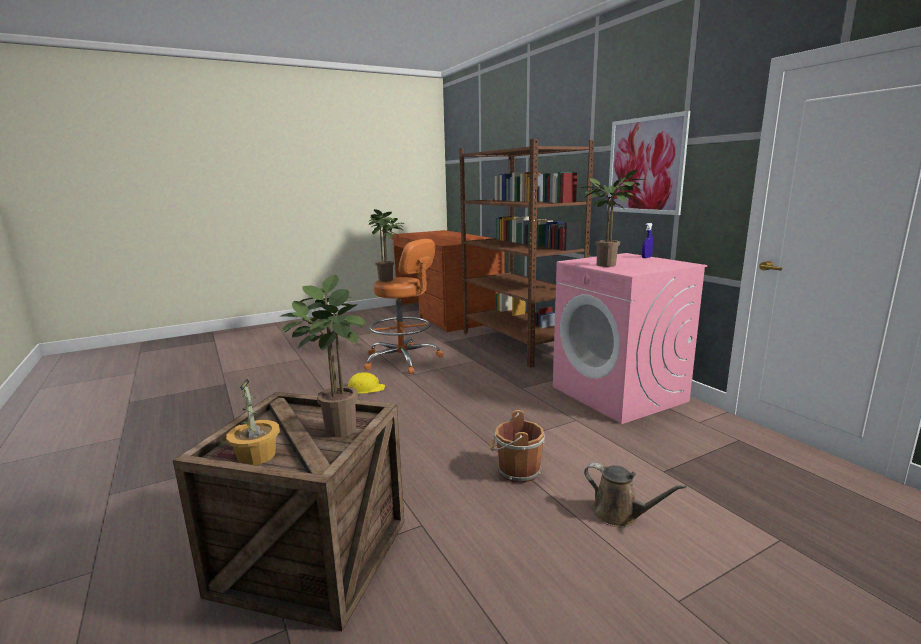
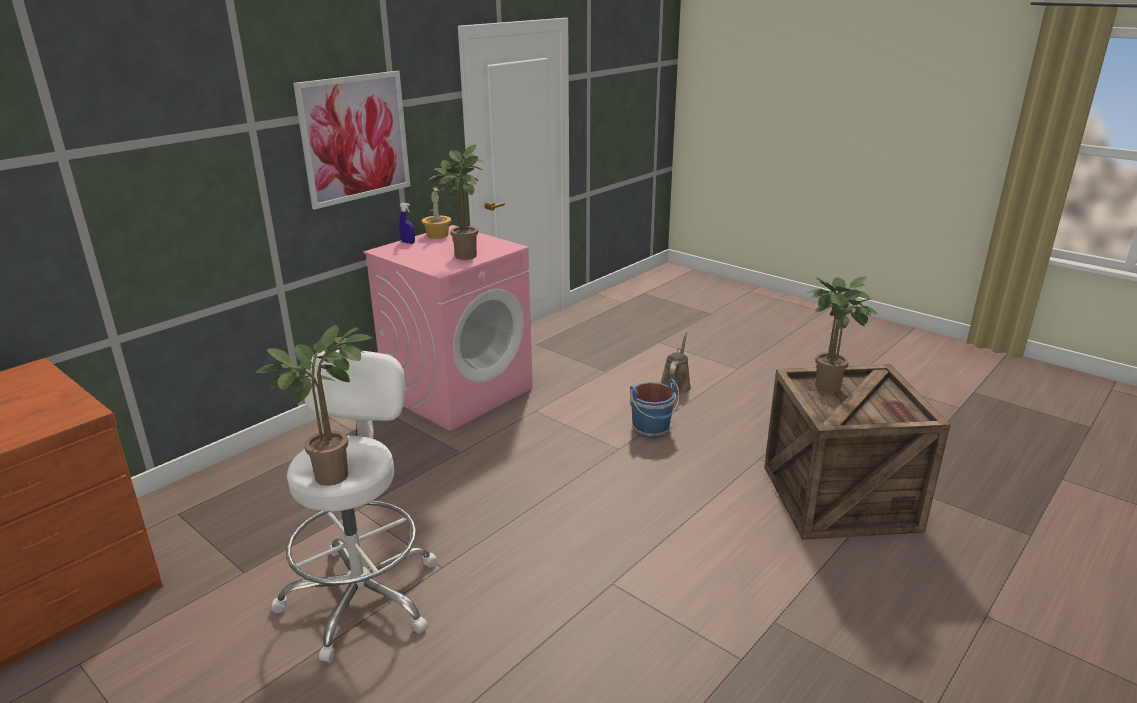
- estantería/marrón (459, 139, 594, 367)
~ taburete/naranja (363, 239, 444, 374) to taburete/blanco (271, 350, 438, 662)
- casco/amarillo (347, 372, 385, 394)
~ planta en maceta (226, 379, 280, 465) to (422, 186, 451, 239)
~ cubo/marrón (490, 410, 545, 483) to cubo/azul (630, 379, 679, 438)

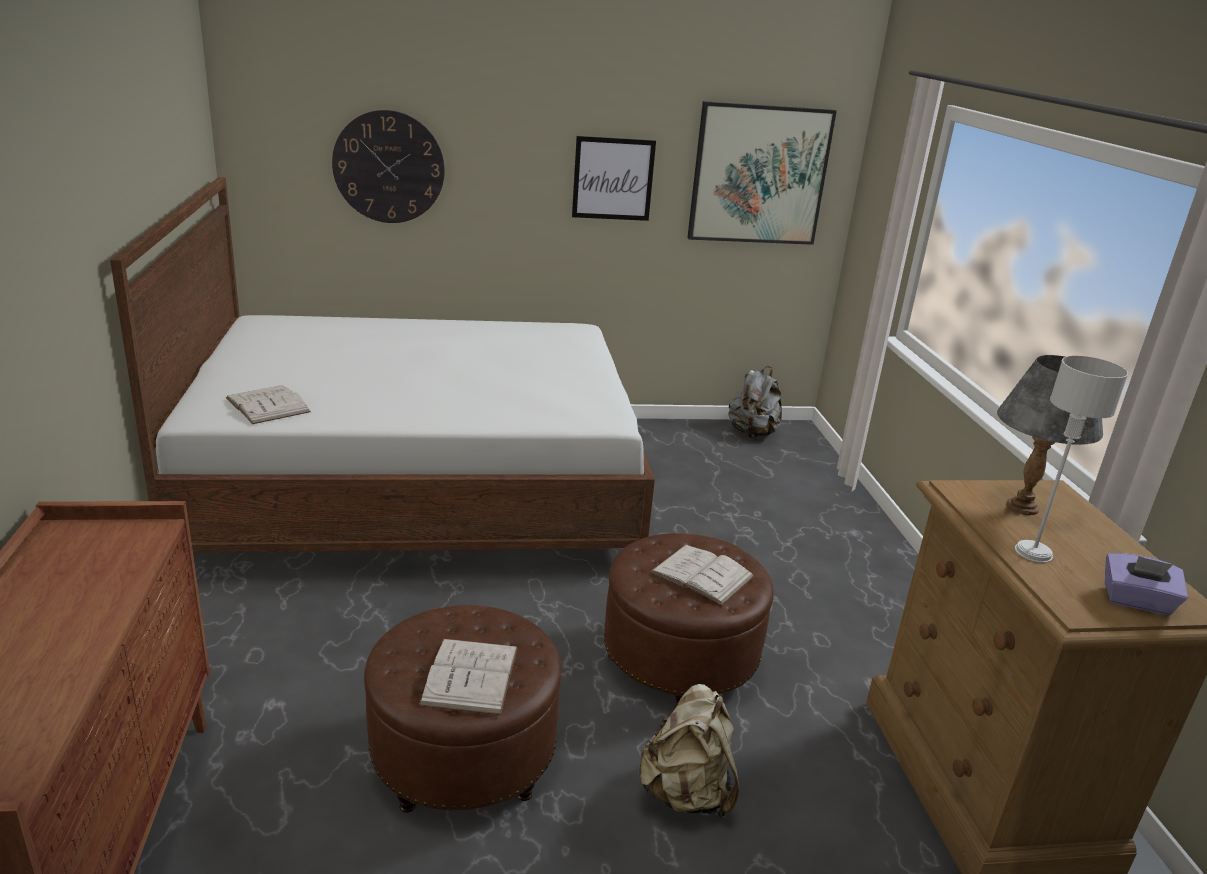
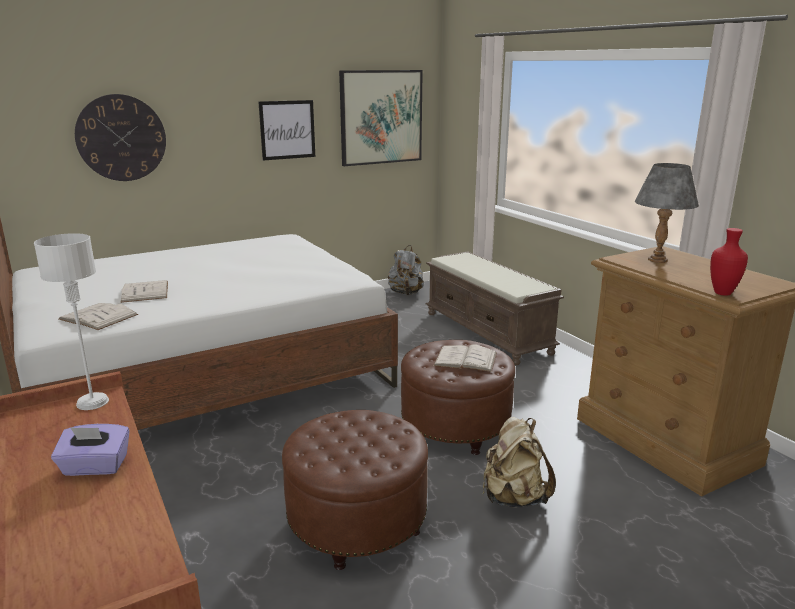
~ lámpara de mesa/gris (1015, 356, 1128, 563) to (34, 233, 109, 410)
~ caja de pañuelos/morado (1105, 553, 1188, 615) to (51, 424, 129, 476)
~ libro/blanco (419, 639, 518, 715) to (120, 280, 168, 303)
+ florero/rojo (710, 228, 748, 296)
+ banco/marrón (426, 252, 564, 365)

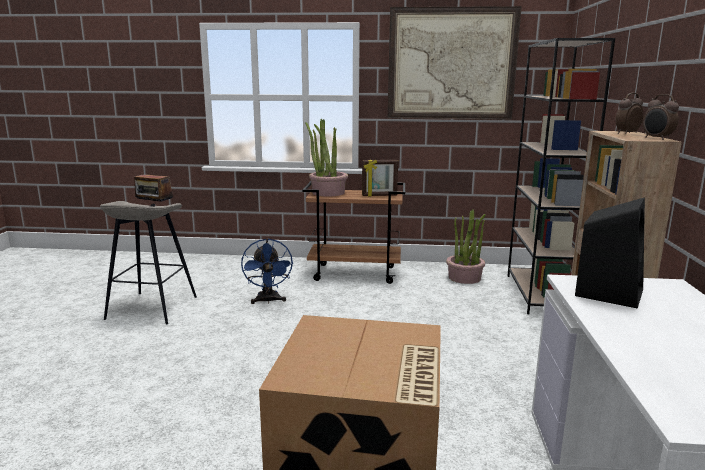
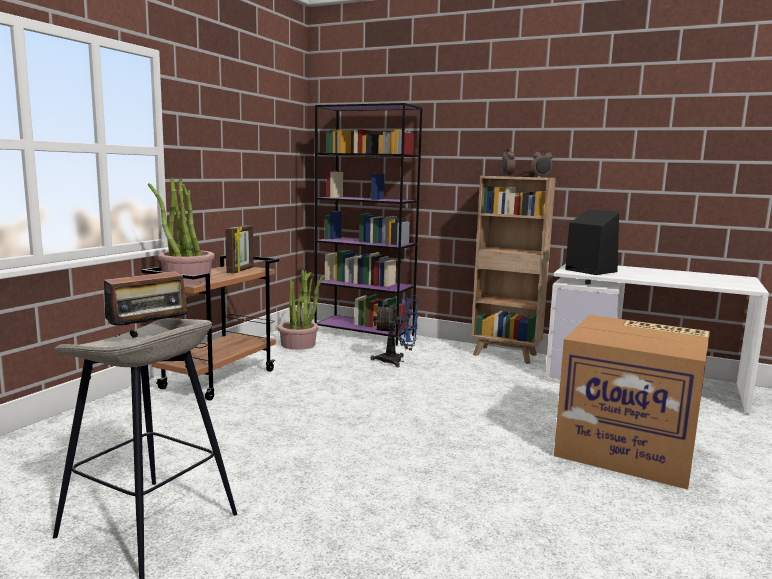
- cuadro (388, 6, 522, 120)
~ estantería/beis (507, 38, 615, 314) to estantería/morado (314, 103, 423, 346)
~ ventilador/azul (241, 238, 293, 304) to (370, 294, 418, 367)

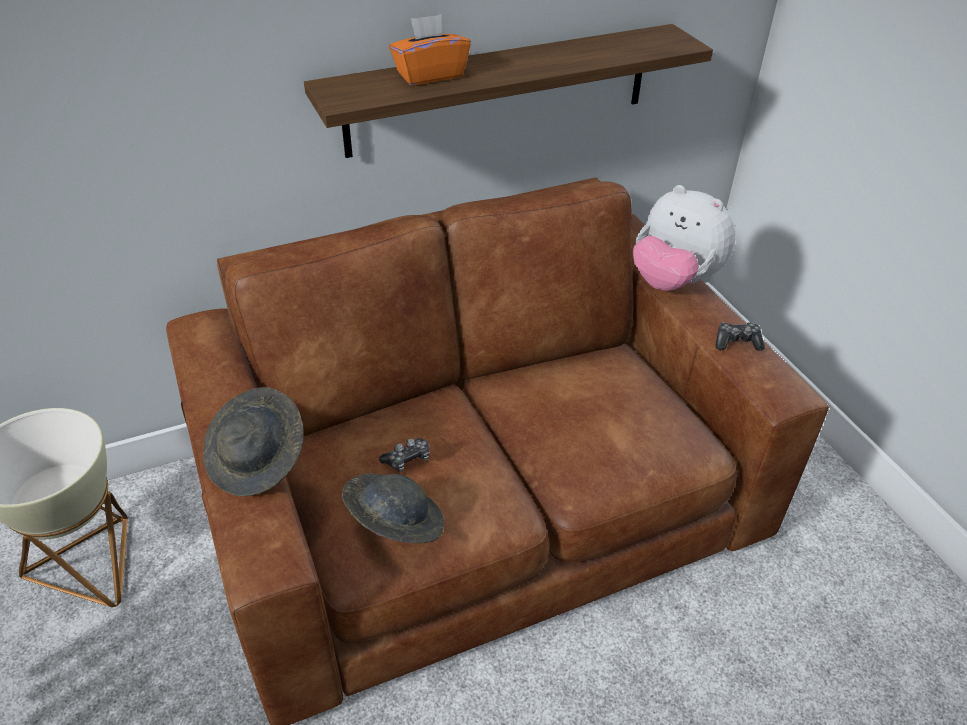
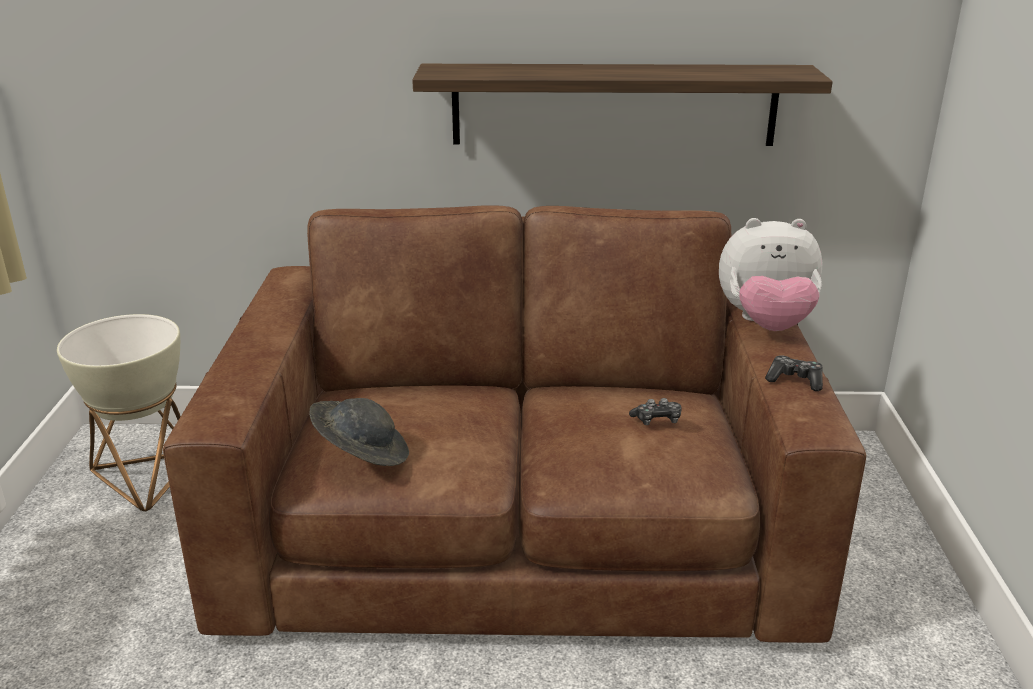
- caja de pañuelos/naranja (389, 14, 471, 85)
~ peluche (633, 185, 736, 291) = (719, 218, 823, 331) 60 degrees counterclockwise
- sombrero/gris (203, 387, 304, 496)
~ mando de consola (379, 438, 429, 472) to (629, 398, 682, 425)

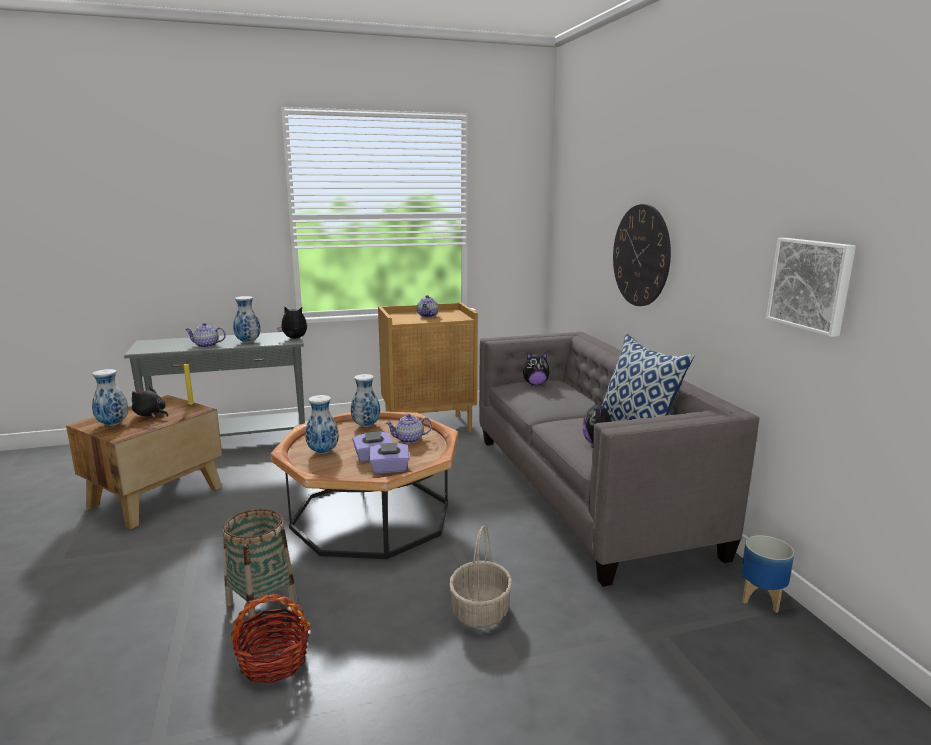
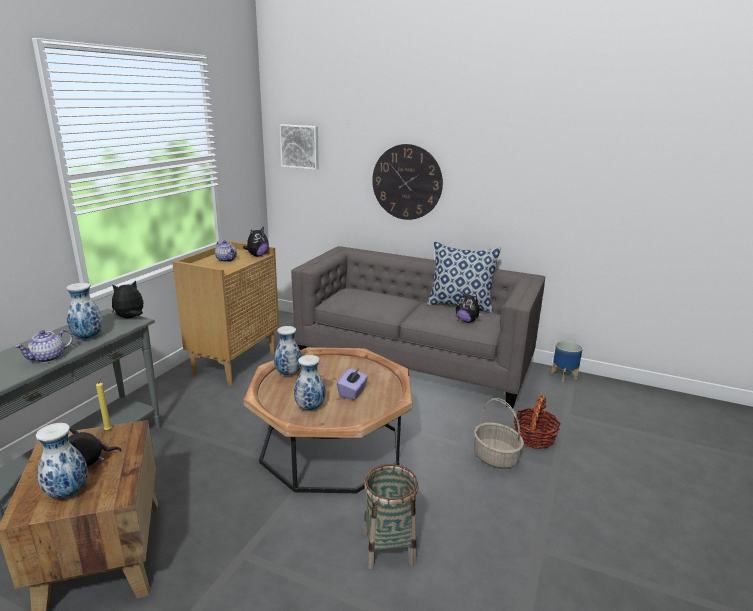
~ cuadro (766, 238, 856, 337) to (280, 124, 319, 170)
~ peluche (523, 352, 550, 385) to (243, 227, 269, 257)
- tetera (386, 414, 432, 443)
- caja de pañuelos/morado (369, 443, 409, 473)
~ cesta (231, 594, 311, 684) to (514, 395, 561, 449)

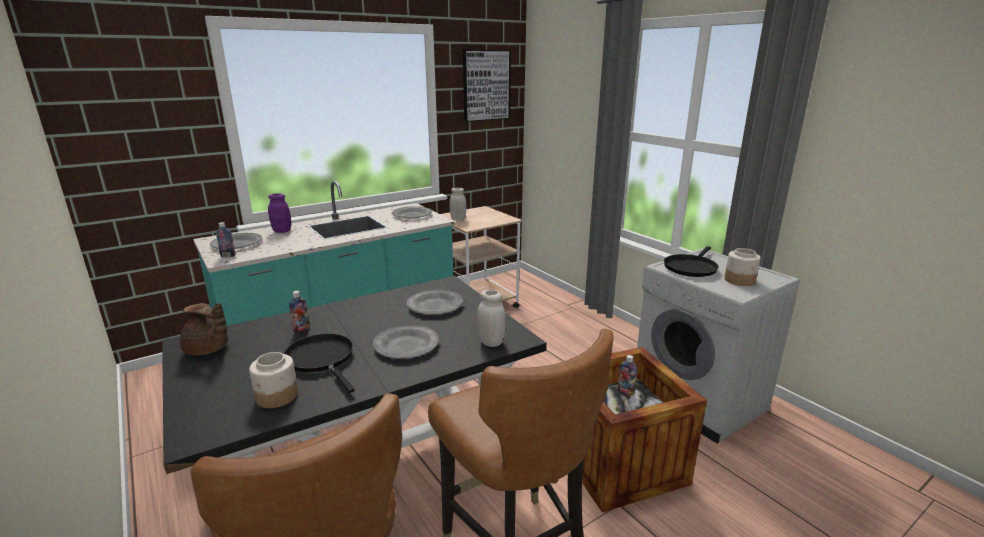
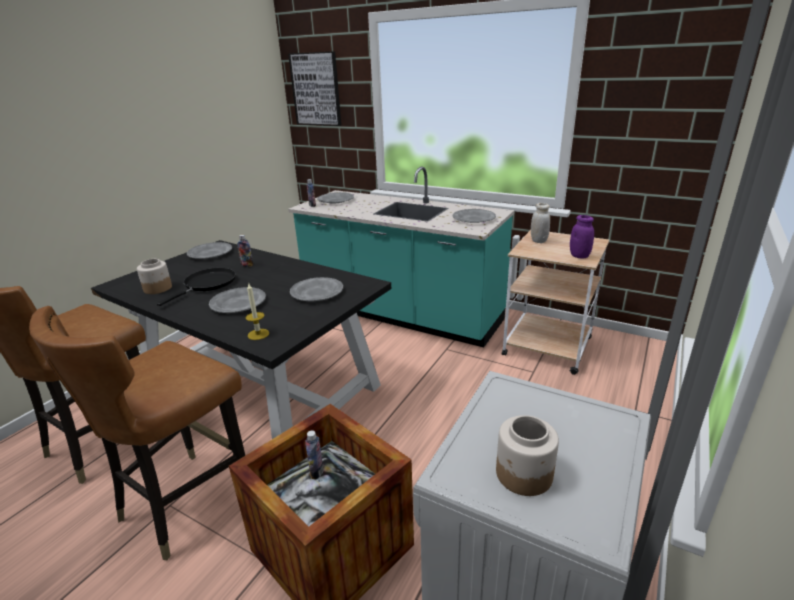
~ cuadro (463, 50, 511, 122) to (288, 51, 341, 126)
~ tarro/morado (268, 194, 291, 233) to (570, 215, 594, 258)
- sartén/negro (664, 246, 719, 277)
~ tarro/blanco (477, 290, 506, 347) to vela (246, 284, 269, 340)
~ tetera/marrón (180, 303, 228, 355) to plato/gris (187, 242, 232, 259)

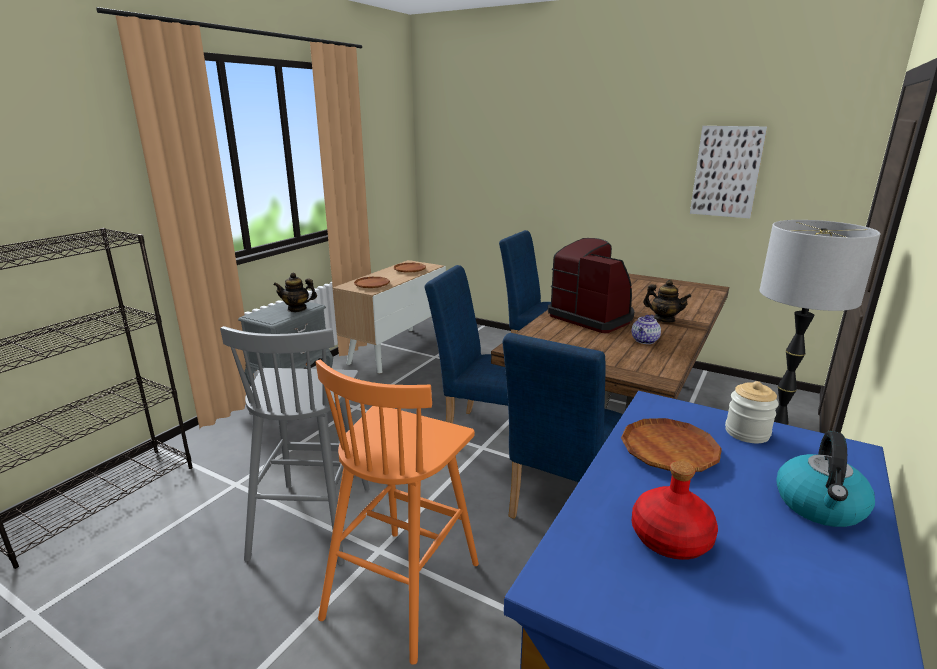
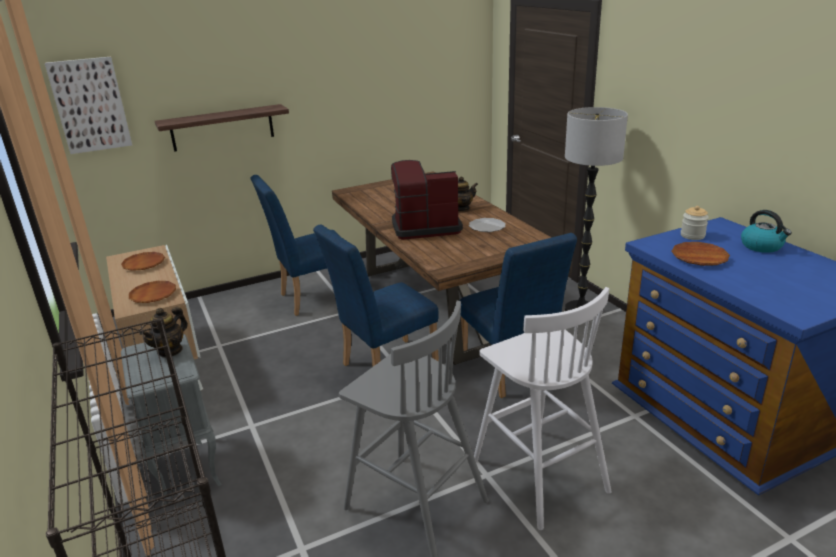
~ cuadro (690, 126, 767, 218) to (45, 57, 132, 154)
~ tetera (632, 315, 661, 344) to plato (469, 218, 506, 232)
~ taburete/naranja (316, 360, 479, 665) to taburete/blanco (474, 287, 612, 530)
- botella/rojo (632, 461, 718, 560)
+ estante (155, 104, 289, 152)

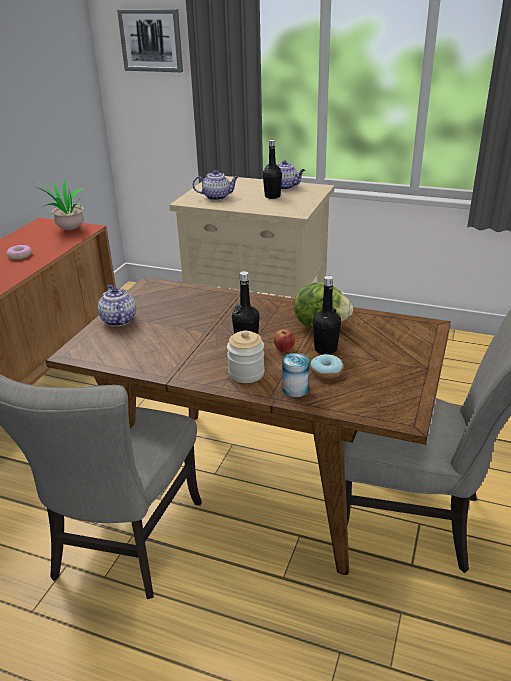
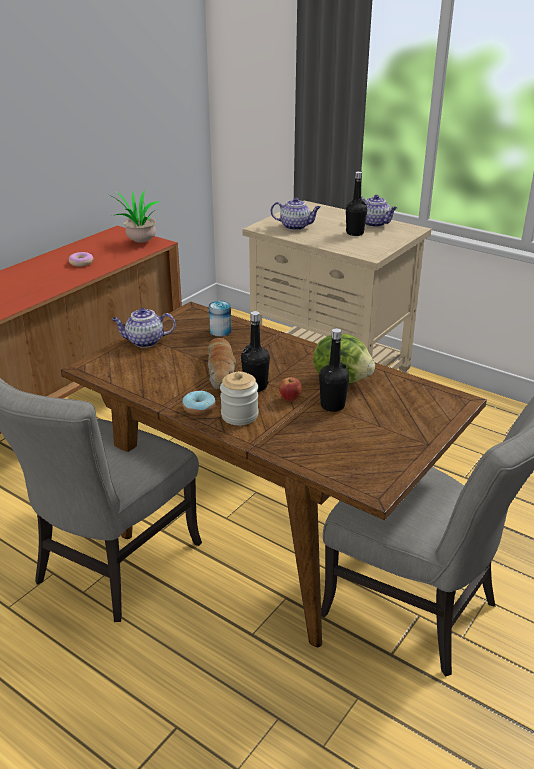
- cuadro (117, 9, 183, 72)
~ tetera (98, 284, 136, 326) = (112, 308, 176, 348) 90 degrees counterclockwise
~ lata (282, 353, 309, 397) to (209, 301, 231, 337)
~ rosquilla (310, 354, 343, 379) to (182, 391, 216, 415)
+ pan (208, 338, 236, 389)

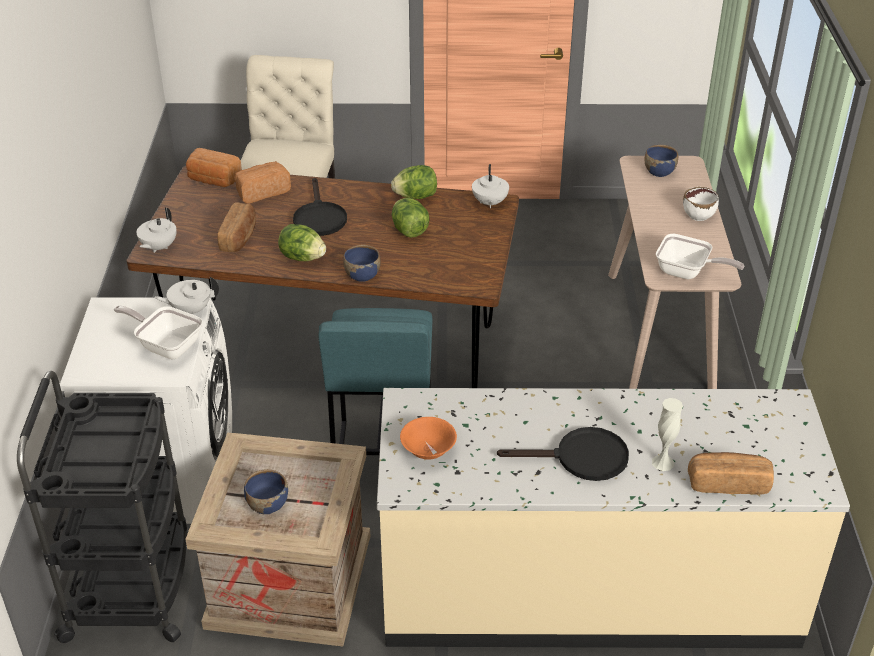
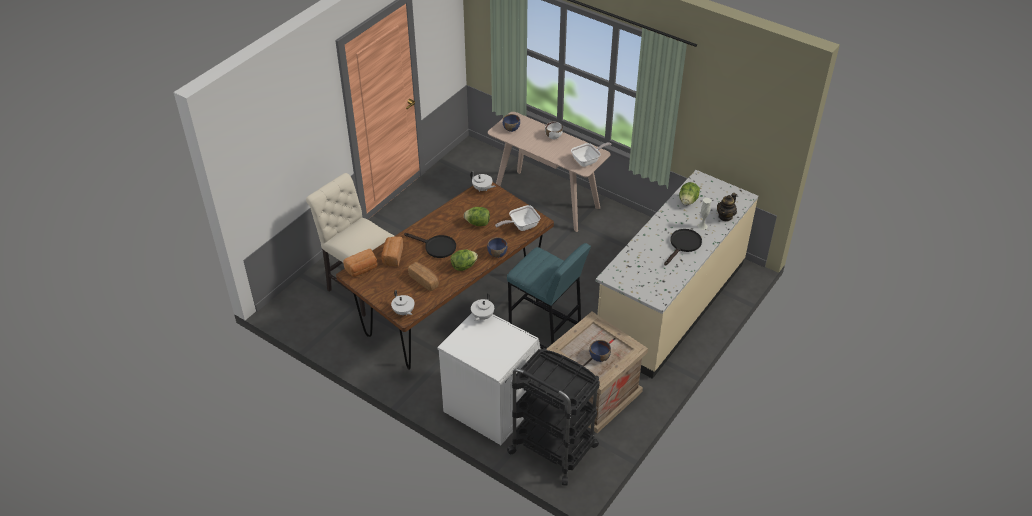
~ lechuga (391, 165, 437, 199) to (679, 182, 700, 205)
~ sartén (114, 306, 203, 359) to (495, 205, 540, 231)
- cuenco/naranja (400, 417, 457, 460)
~ pan (688, 452, 774, 495) to tetera (717, 193, 737, 222)

